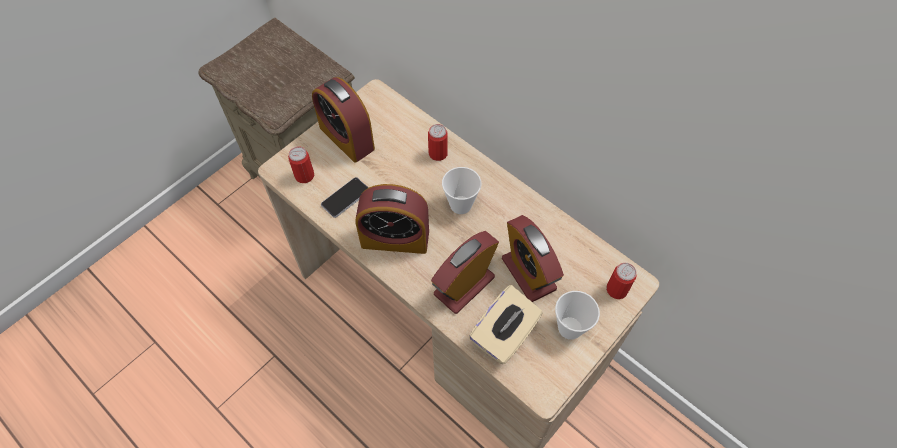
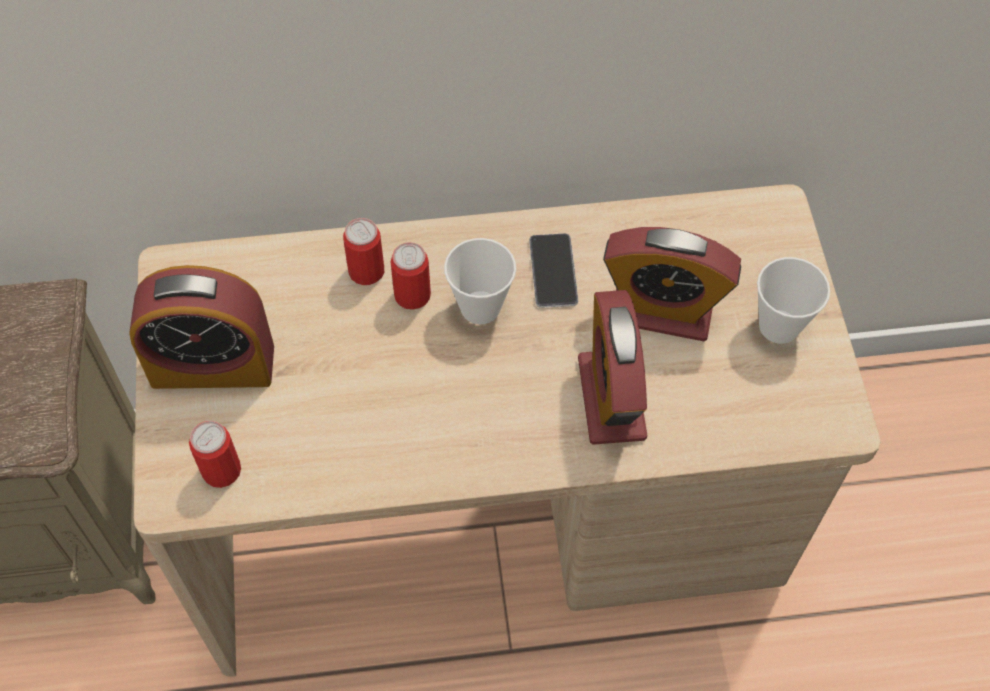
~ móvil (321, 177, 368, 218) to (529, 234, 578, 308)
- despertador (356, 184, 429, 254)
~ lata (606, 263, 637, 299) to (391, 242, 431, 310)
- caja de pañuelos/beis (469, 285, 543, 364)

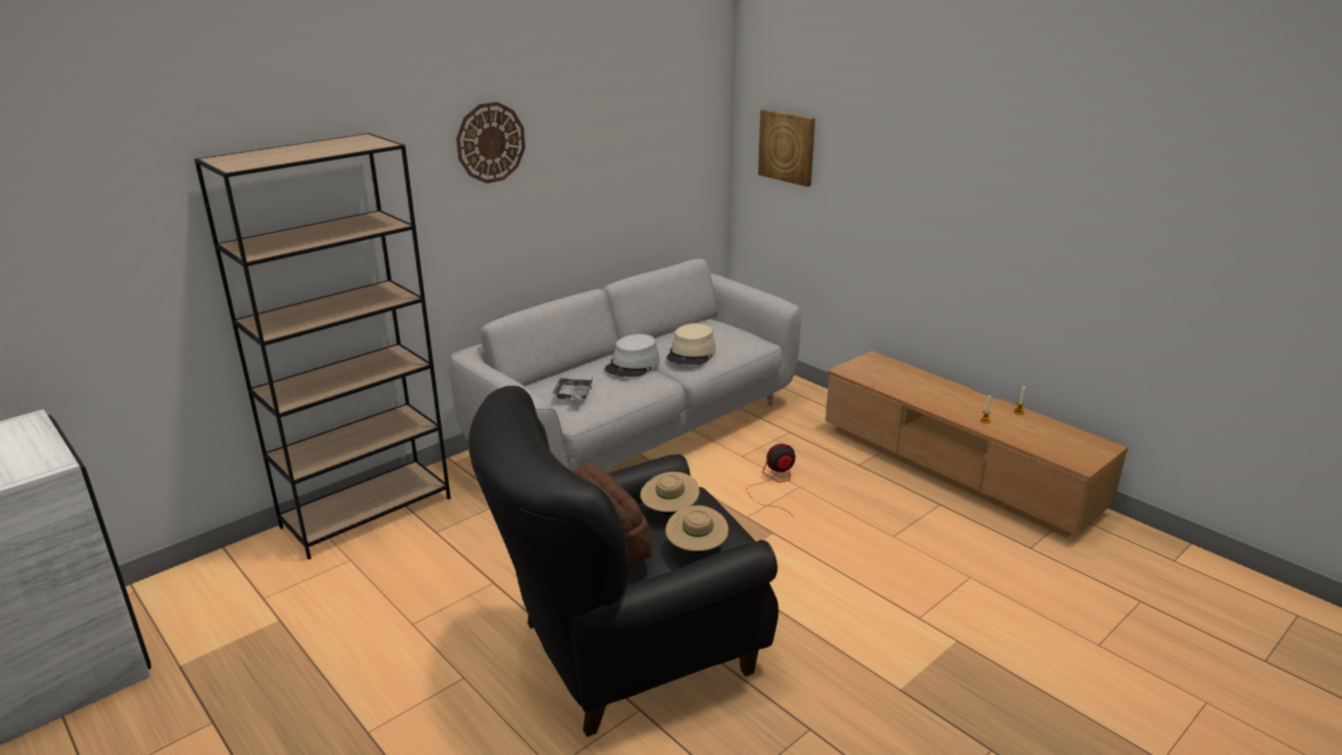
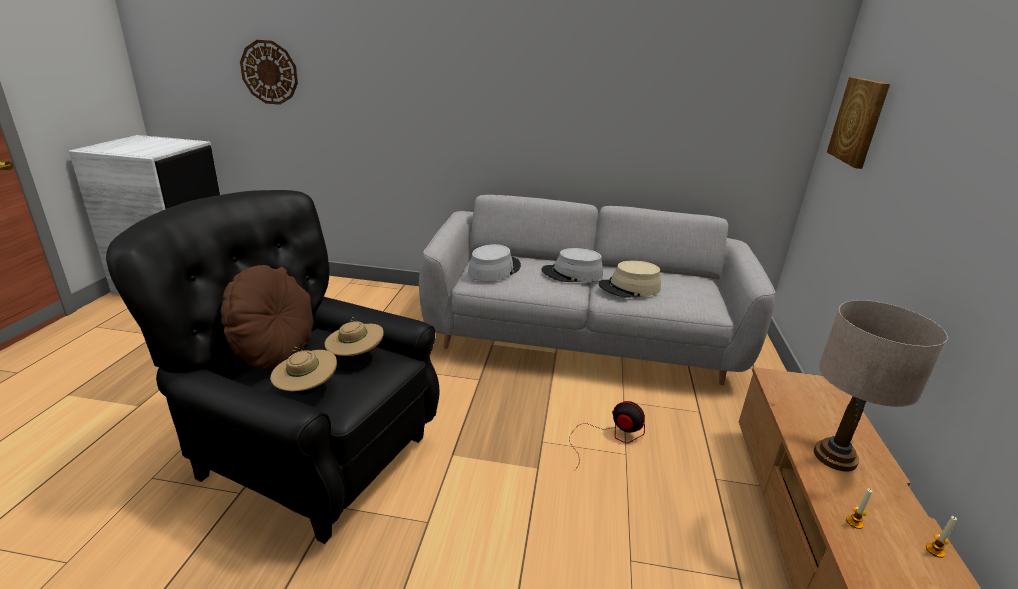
~ reloj de pared (456, 102, 525, 183) to (240, 40, 298, 105)
- estantería/beis (194, 133, 451, 560)
~ bandeja/gris (552, 378, 593, 401) to sombrero/gris (468, 244, 521, 281)
+ lámpara de mesa/beis (814, 300, 948, 472)

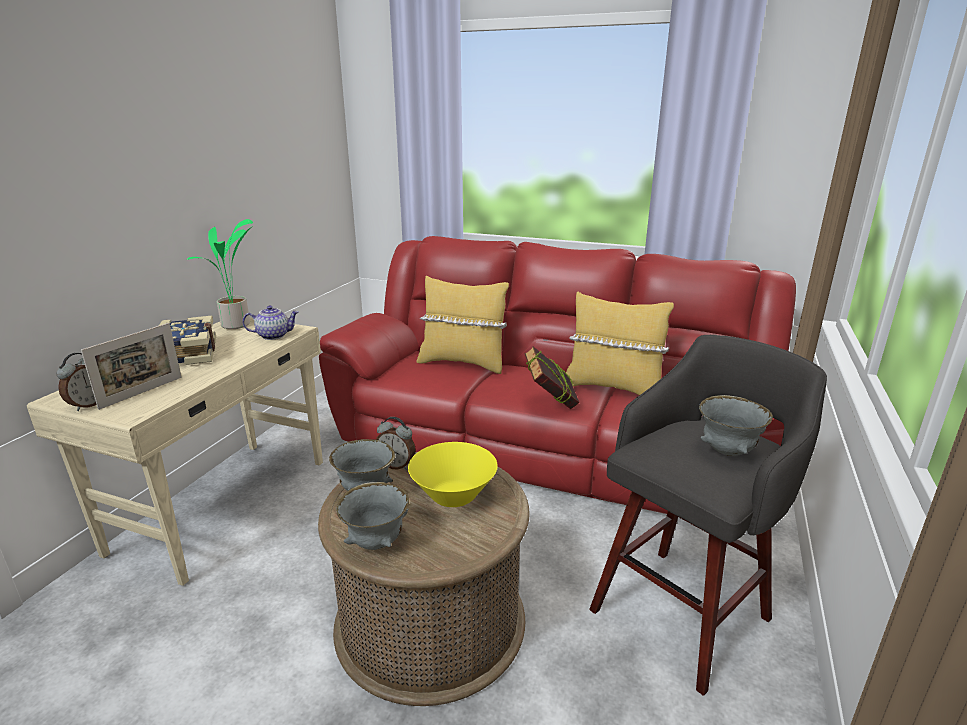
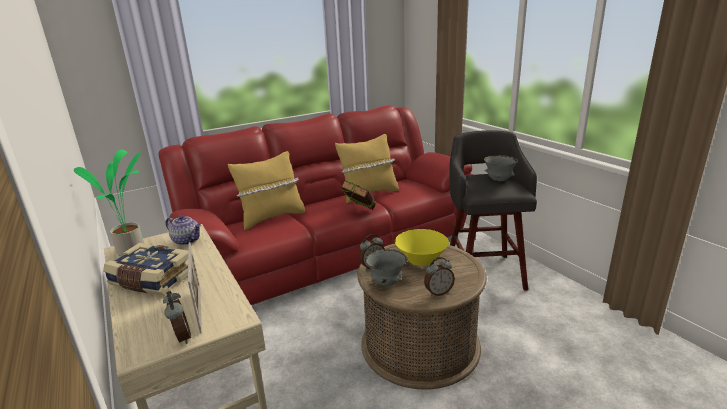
~ tetera (243, 305, 299, 340) = (166, 215, 201, 245) 90 degrees clockwise
~ cuenco/gris (336, 482, 409, 550) to despertador (424, 257, 455, 296)

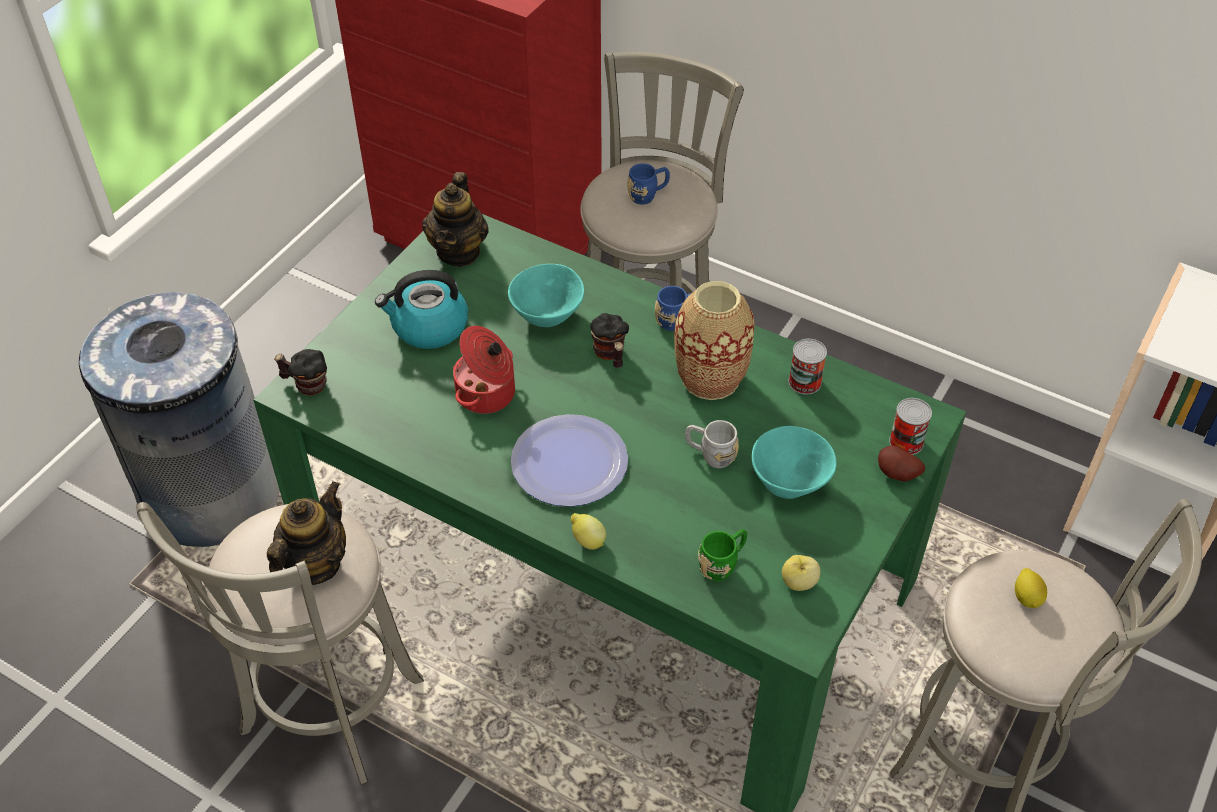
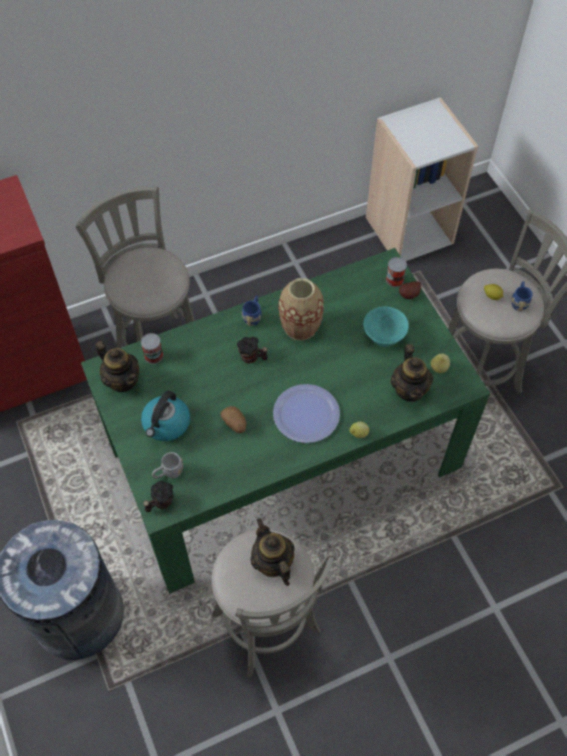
~ taza grande/azul (627, 163, 670, 205) to (512, 281, 532, 311)
- cuenco/turquesa (508, 264, 584, 327)
~ olla (453, 326, 515, 414) to patata (221, 406, 246, 433)
~ lata (789, 339, 827, 394) to (141, 333, 163, 364)
~ taza grande/gris (685, 420, 739, 468) to (152, 452, 183, 479)
~ taza grande/verde (698, 529, 747, 581) to tetera (391, 344, 433, 402)

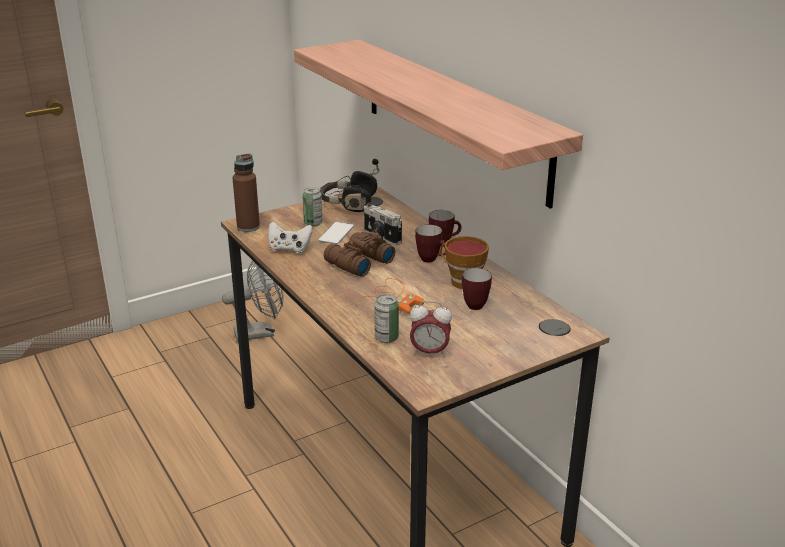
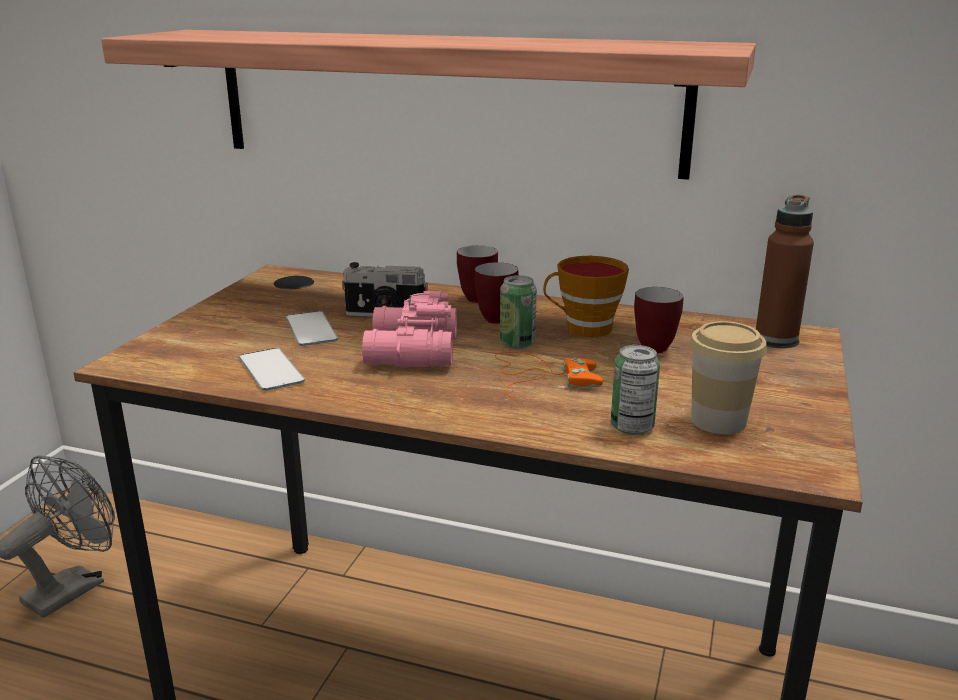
~ botella/marrón (232, 154, 260, 232) to (756, 194, 814, 344)
- auriculares/negro (320, 159, 379, 212)
~ lata (302, 187, 323, 226) to (500, 275, 537, 349)
~ mando de consola/blanco (268, 221, 313, 254) to móvil (239, 348, 305, 391)
~ prismáticos/marrón (324, 232, 395, 276) to prismáticos/rosa (362, 291, 457, 367)
~ despertador (410, 301, 452, 357) to taza (689, 321, 767, 434)

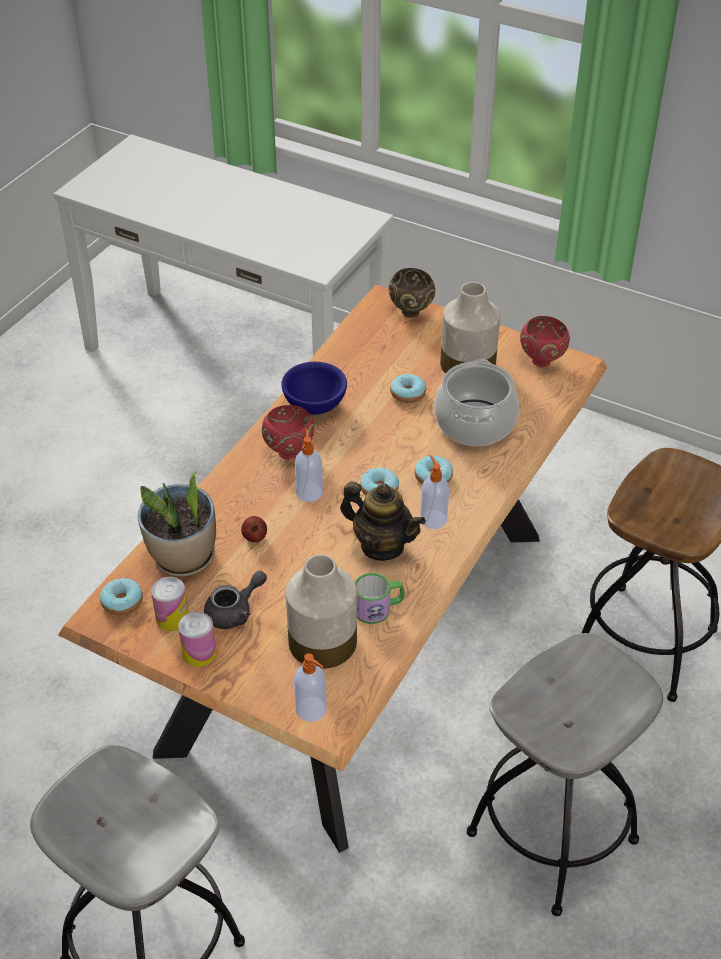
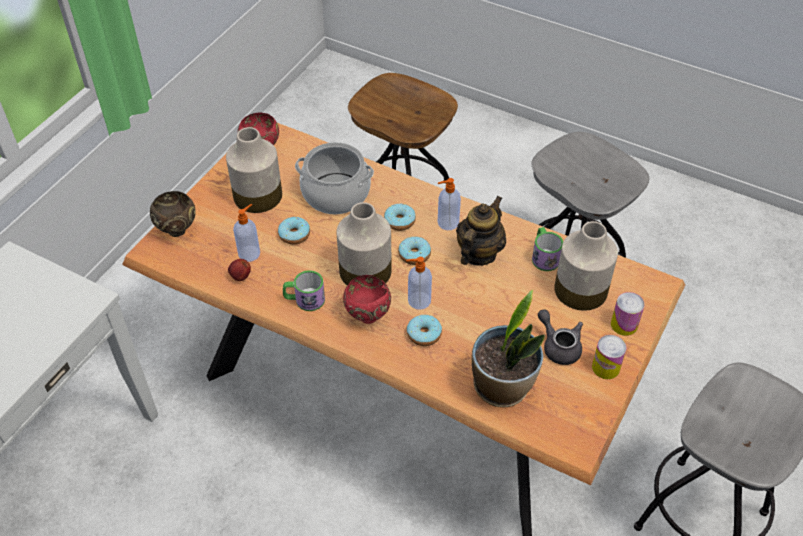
~ cuenco/azul (281, 362, 347, 415) to taza grande (283, 270, 325, 311)
~ manzana (241, 516, 267, 542) to (228, 259, 251, 281)
~ lata (151, 577, 189, 631) to (611, 292, 645, 336)
~ rosquilla (100, 578, 143, 615) to (407, 315, 442, 346)
~ dispensador de jabón (294, 653, 327, 722) to (233, 204, 260, 262)
+ florero/beis (337, 202, 392, 285)

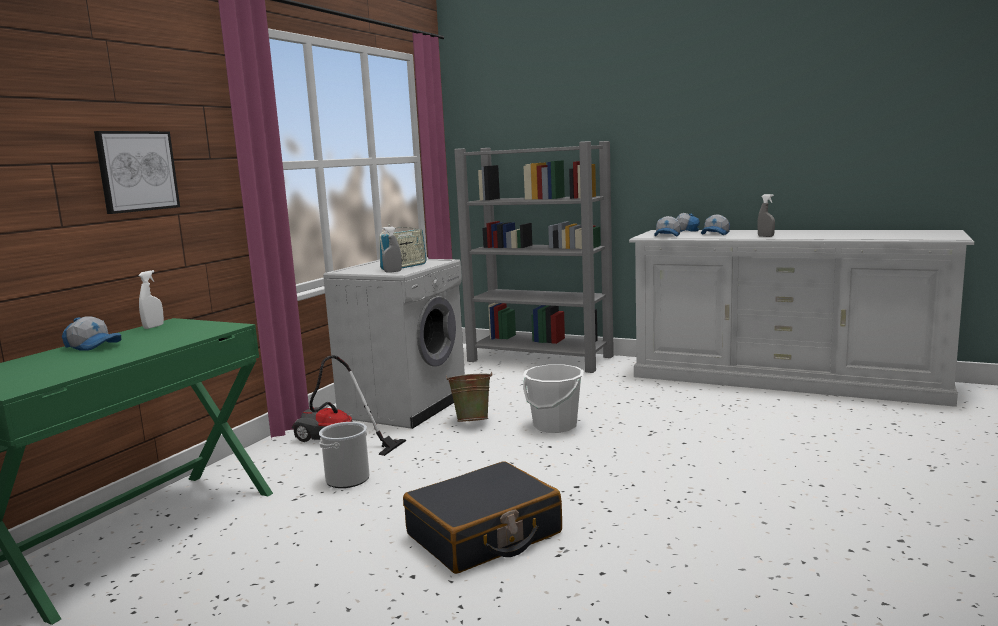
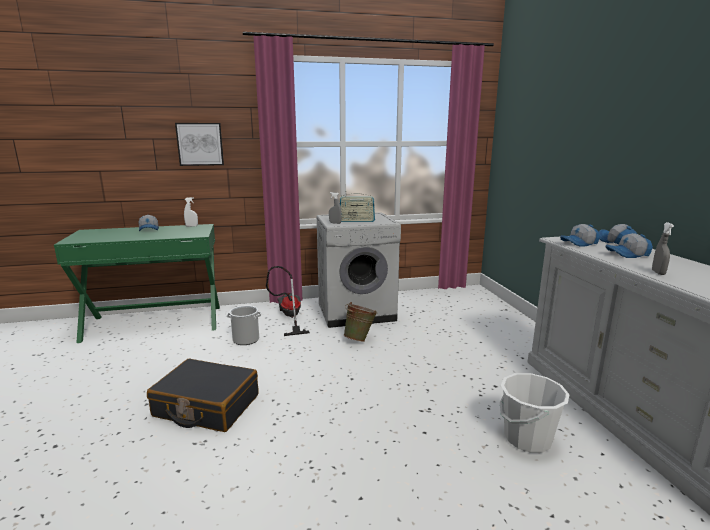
- estantería/gris (454, 141, 614, 373)
~ cubo/blanco (523, 364, 584, 433) to (500, 373, 570, 453)

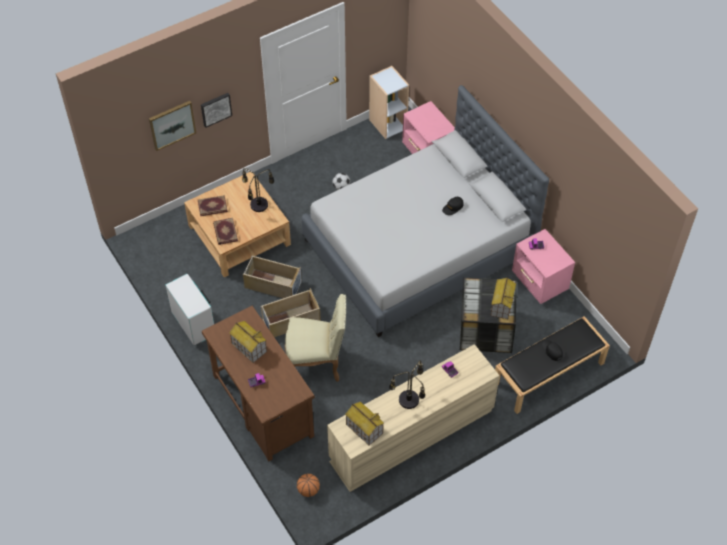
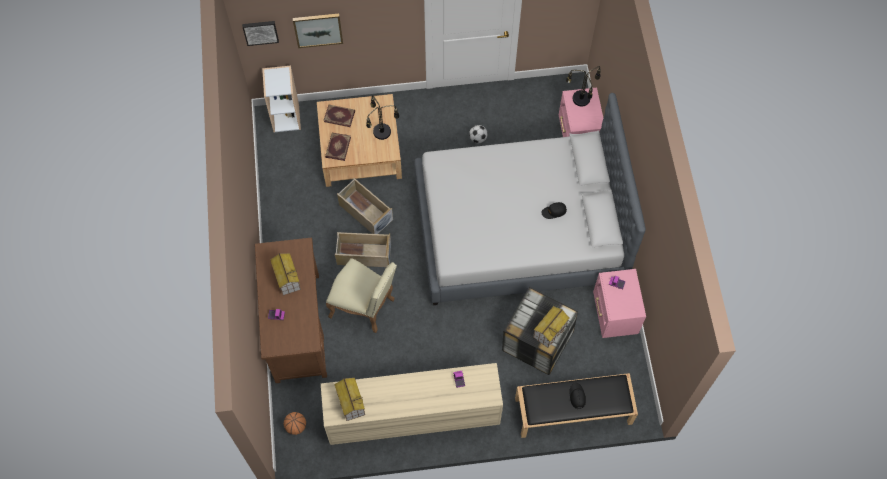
~ estantería (369, 66, 409, 139) to (262, 66, 301, 133)
~ cuadro (201, 93, 232, 128) to (242, 21, 279, 46)
- mesita de noche/blanco (165, 274, 214, 346)
~ lámpara de mesa (389, 360, 425, 409) to (566, 66, 601, 106)

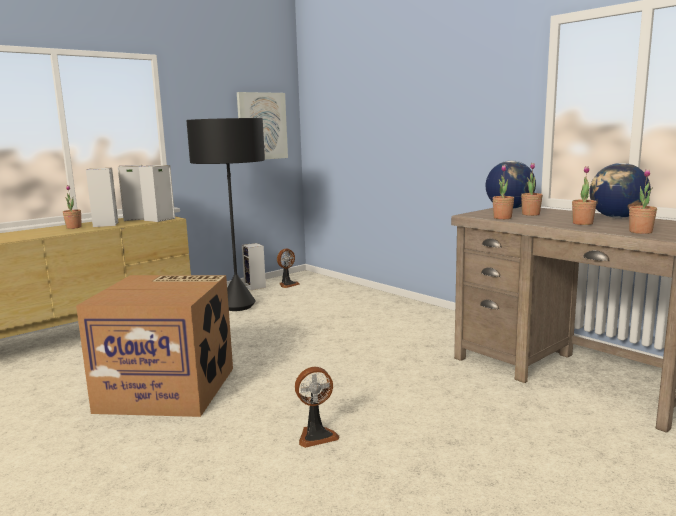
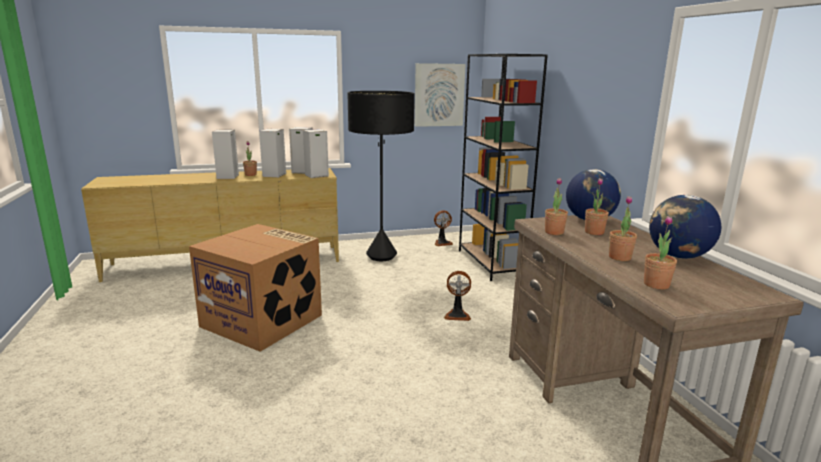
~ altavoz (242, 243, 266, 290) to (212, 129, 239, 179)
~ ventilador (295, 367, 339, 448) to (444, 271, 471, 321)
+ estantería/beis (459, 54, 548, 281)

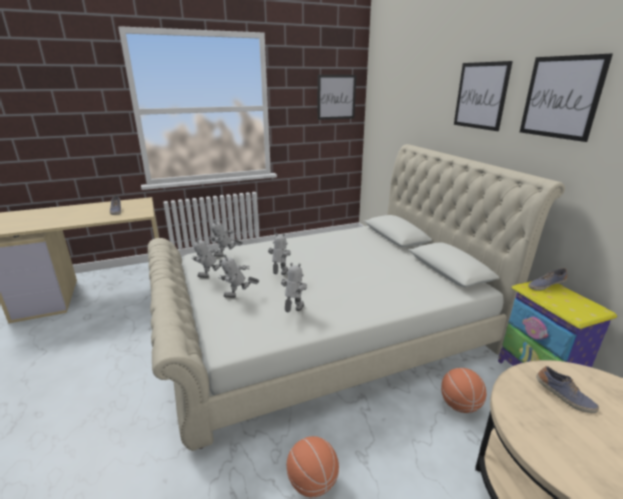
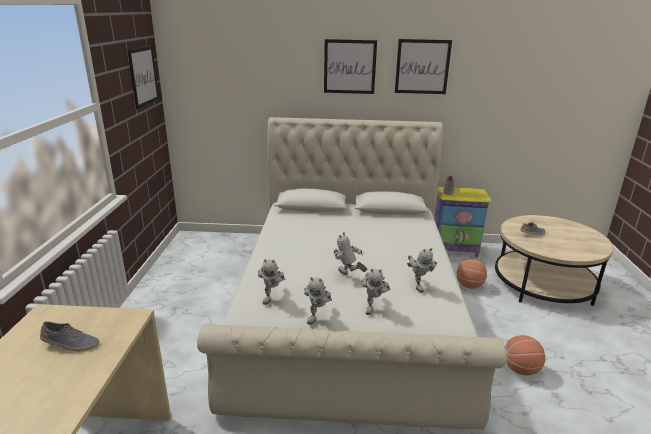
~ robot de juguete (281, 263, 307, 312) = (407, 248, 437, 293) 150 degrees counterclockwise

